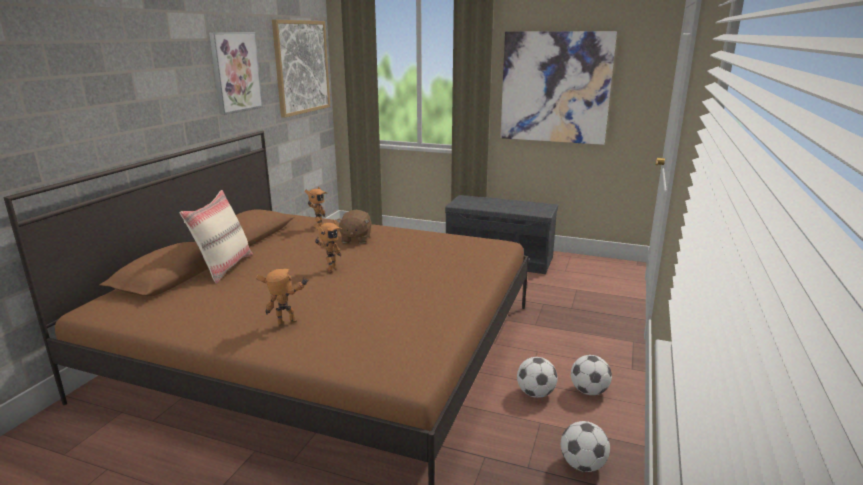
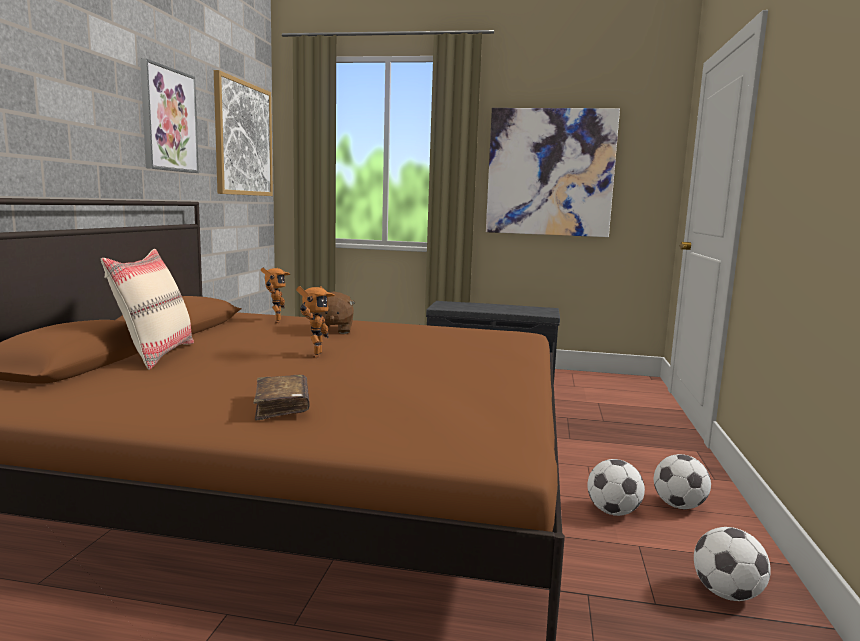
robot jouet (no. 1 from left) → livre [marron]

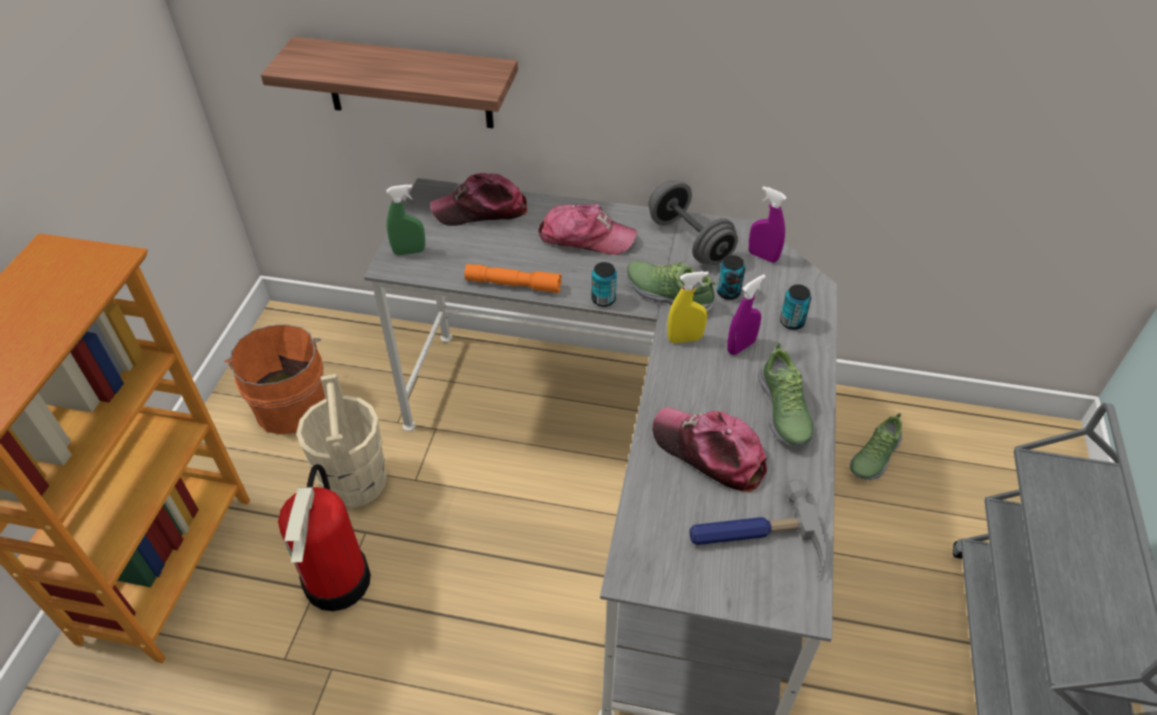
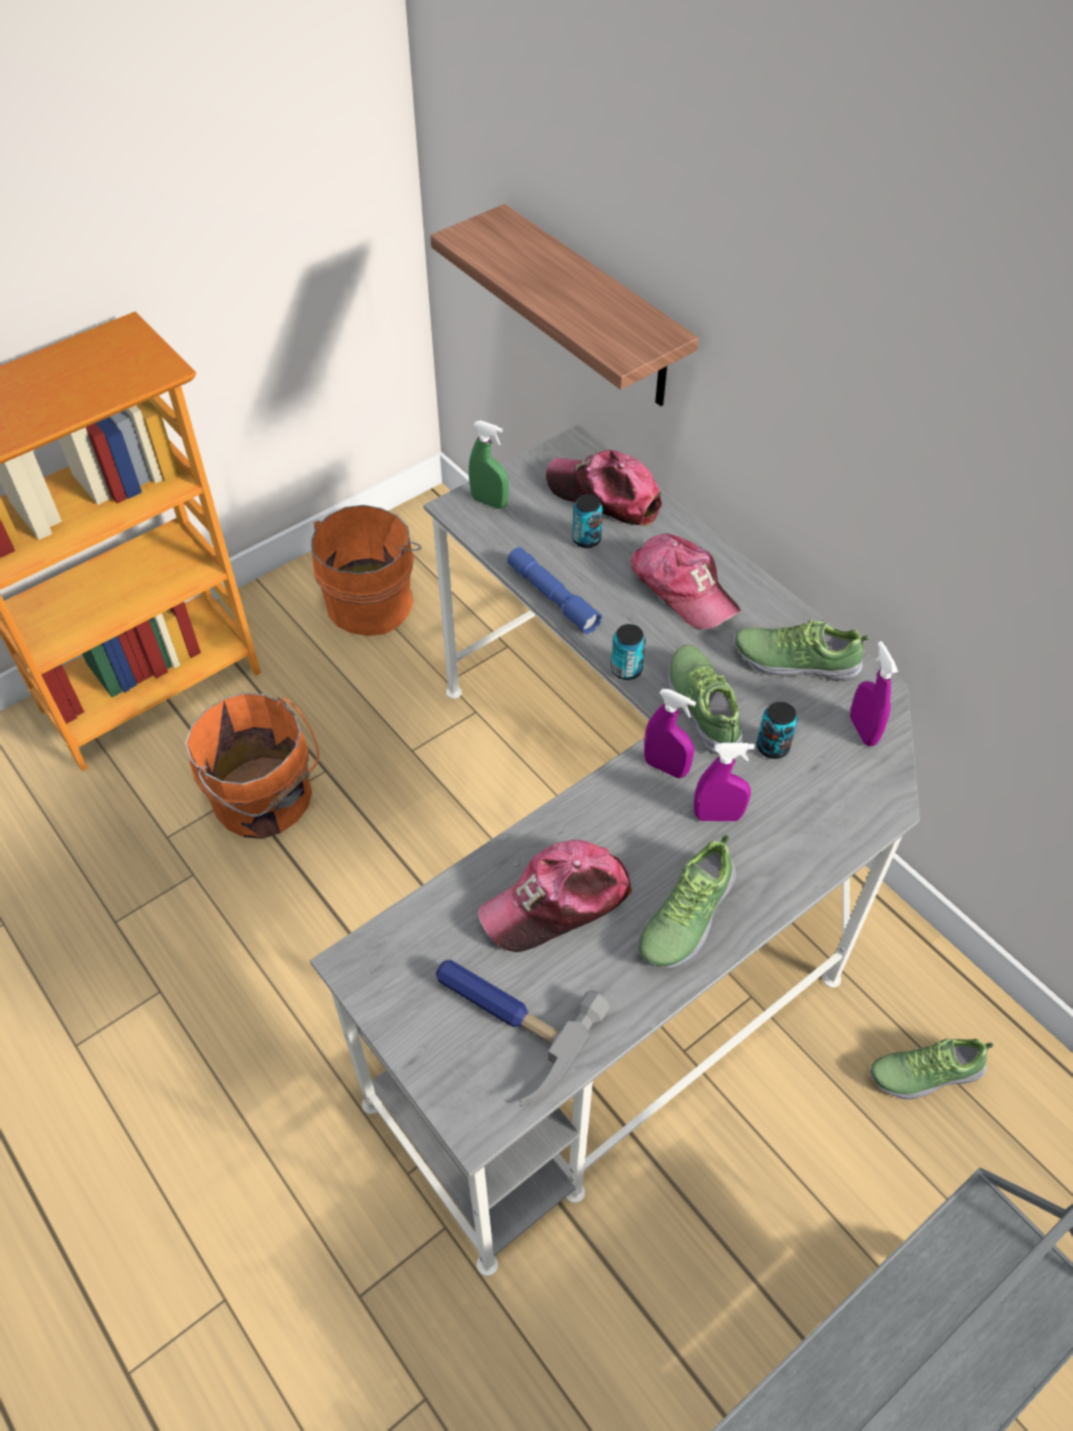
seau [beige] → -
boîte métallique (no. 3 from left in the first image) → boîte métallique (no. 1 from left), relocated
extincteur → seau [orange] (no. 1 from left)
haltère [gris] → chaussure (no. 3 from left)
lampe de poche [orange] → lampe de poche [bleu]
vaporisateur [jaune] → vaporisateur [violet] (no. 1 from left)
casquette (no. 3 from left in the first image) → casquette (no. 1 from left), 105 degrees counterclockwise

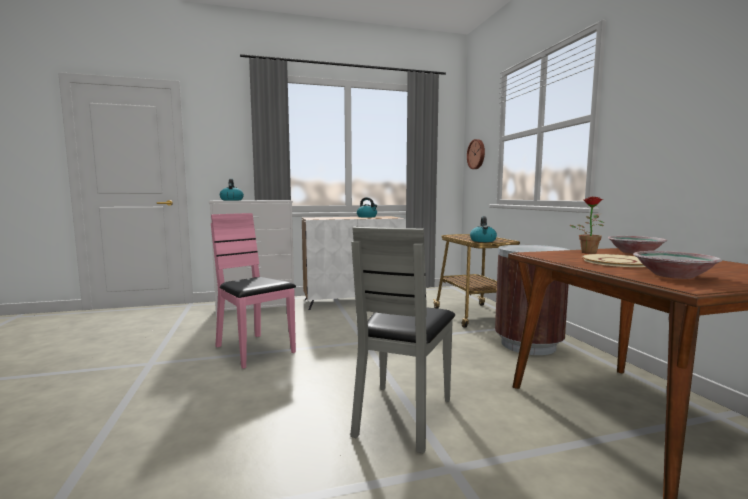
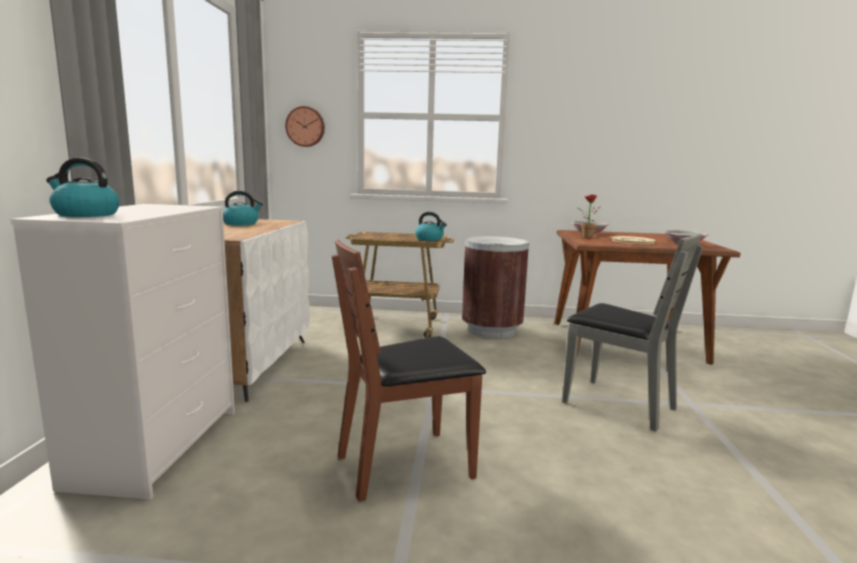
chaise [rose] → chaise [marron]

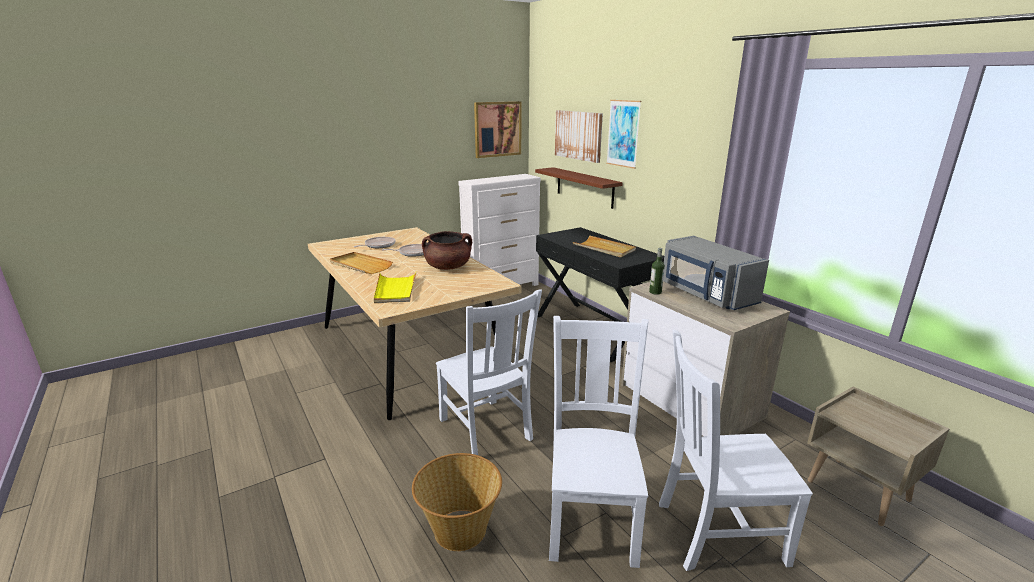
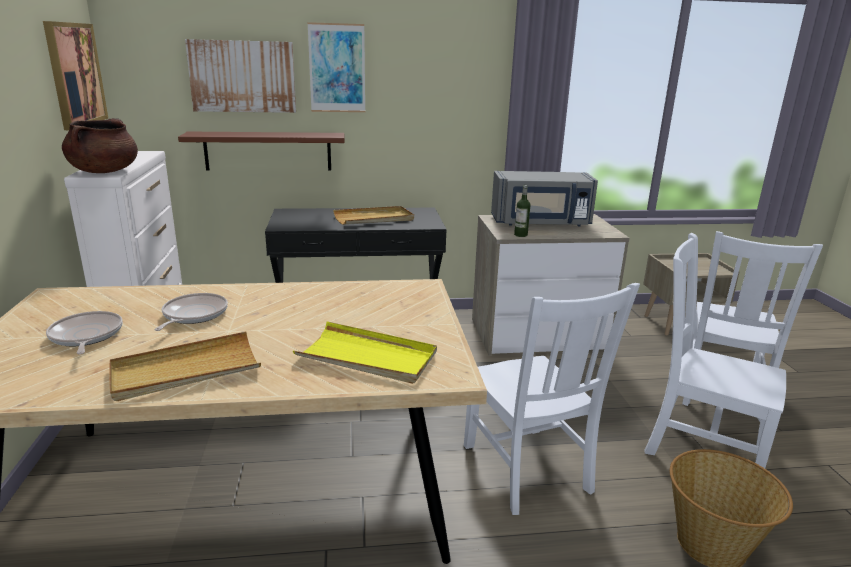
marmite [marron], relocated
chaise [blanc] (no. 1 from left), 75 degrees clockwise

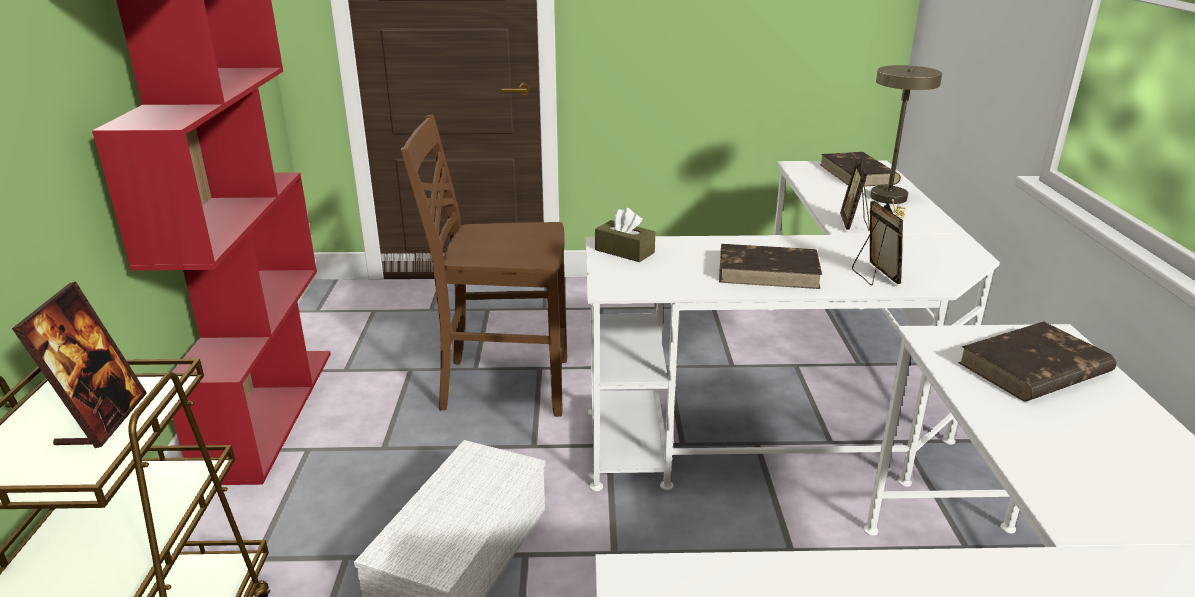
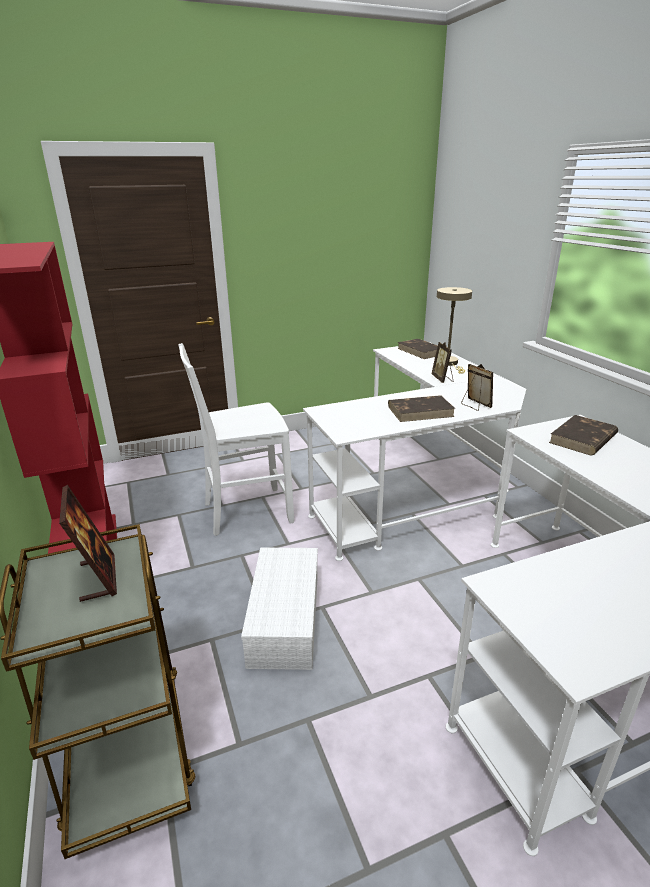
boîte à mouchoirs [marron] → -
chaise [marron] → chaise [blanc]

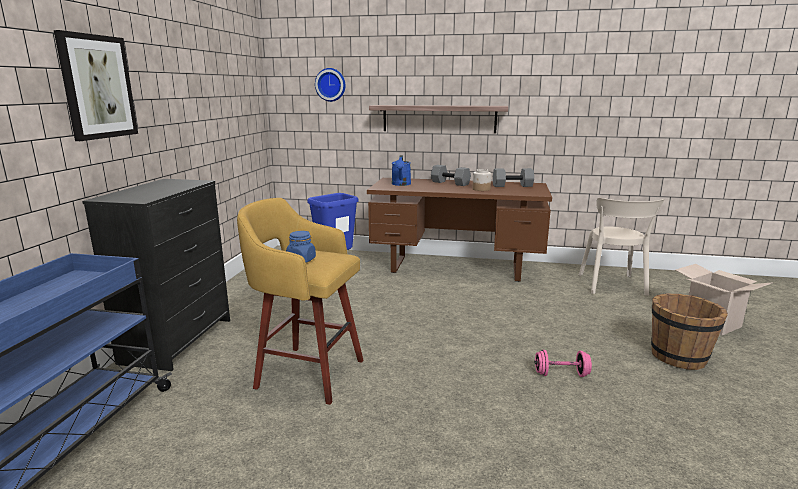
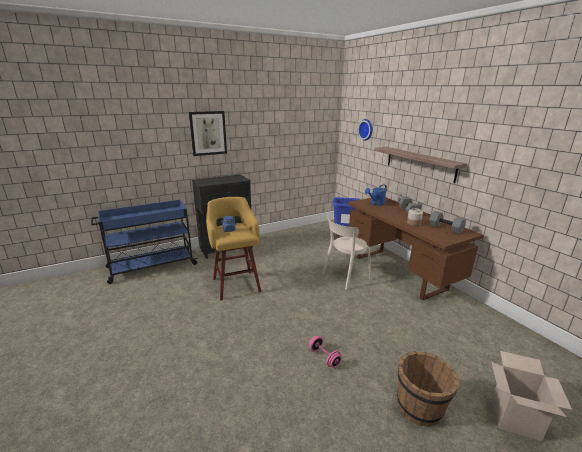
chaise [beige], relocated

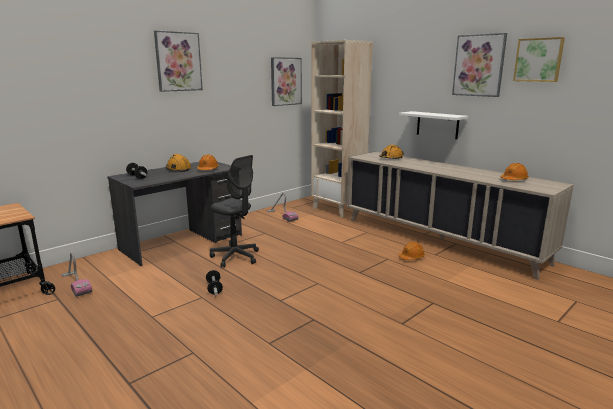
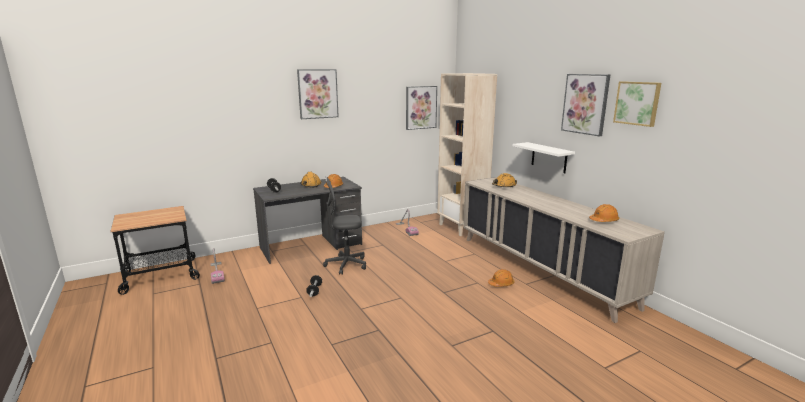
chaise de bureau [gris], 120 degrees clockwise

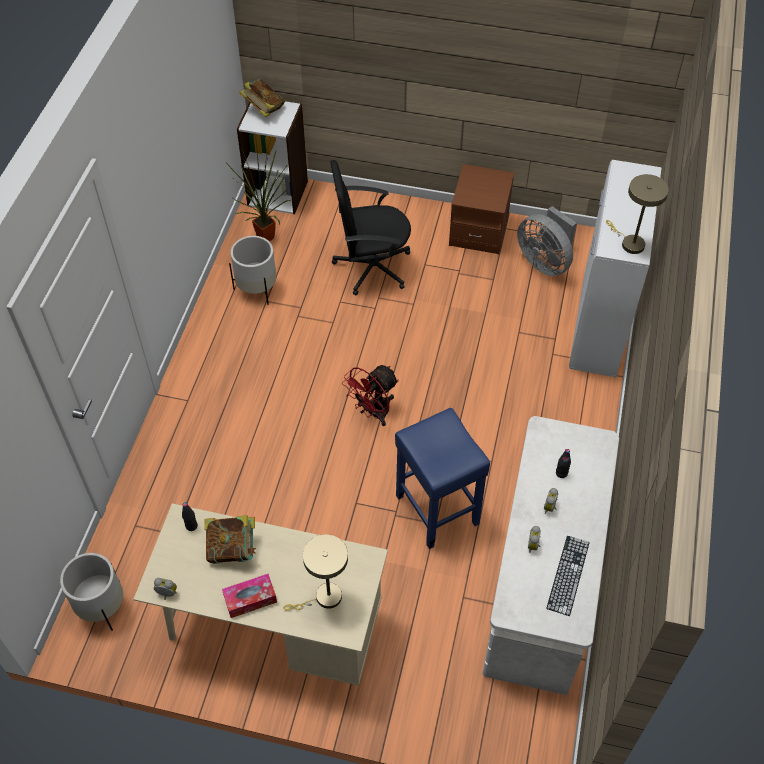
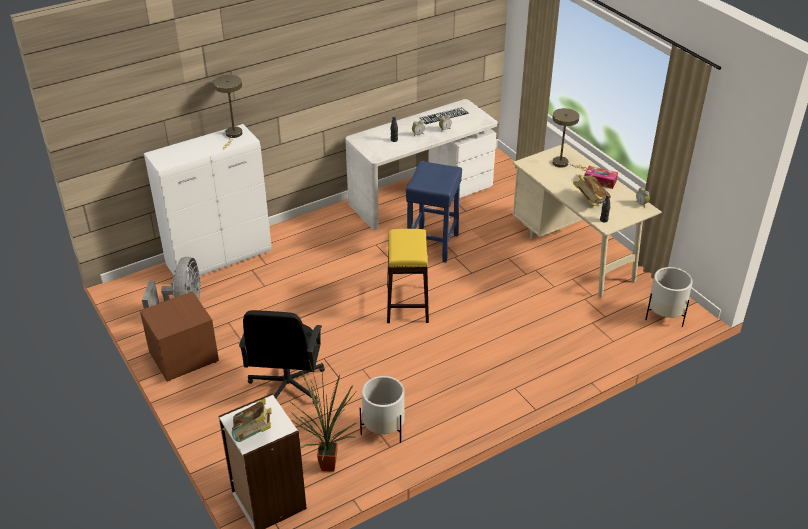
ventilateur [rouge] → tabouret [jaune]
chaise de bureau [noir], 60 degrees clockwise

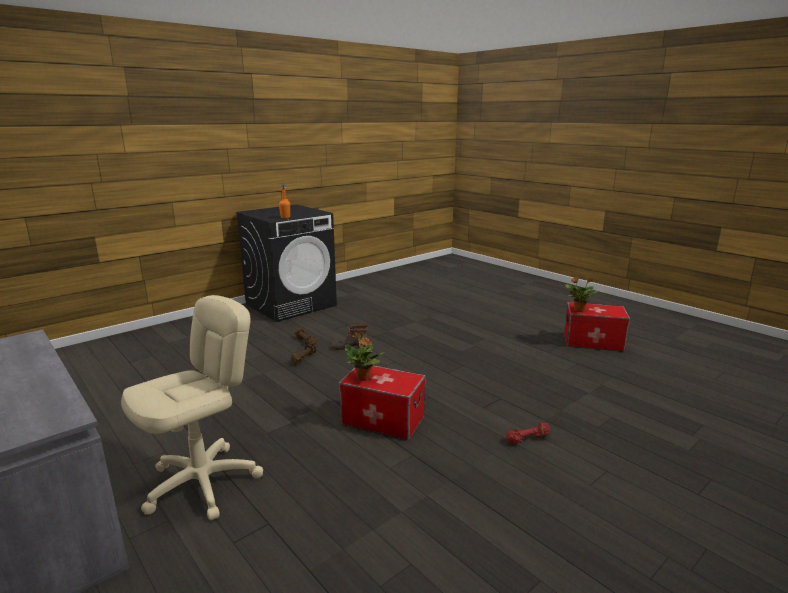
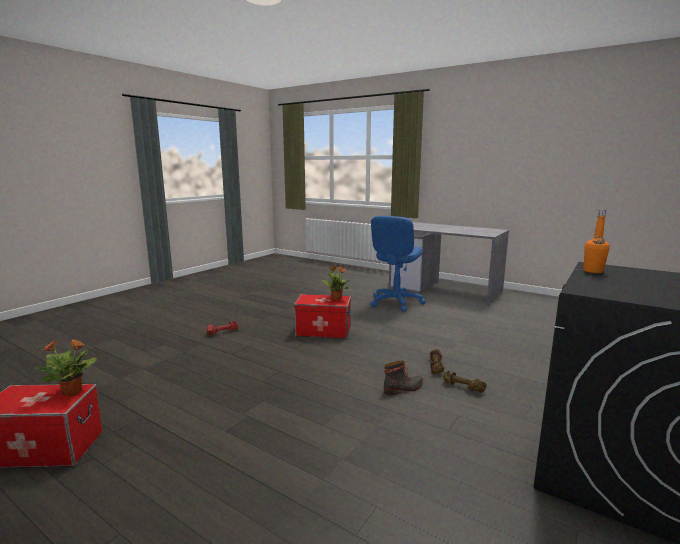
chaise de bureau [beige] → chaise de bureau [bleu]

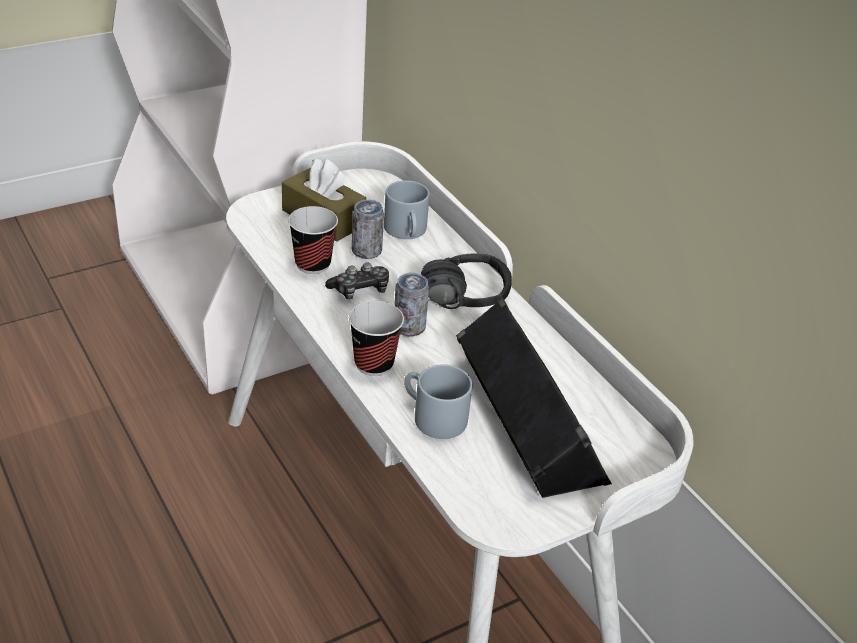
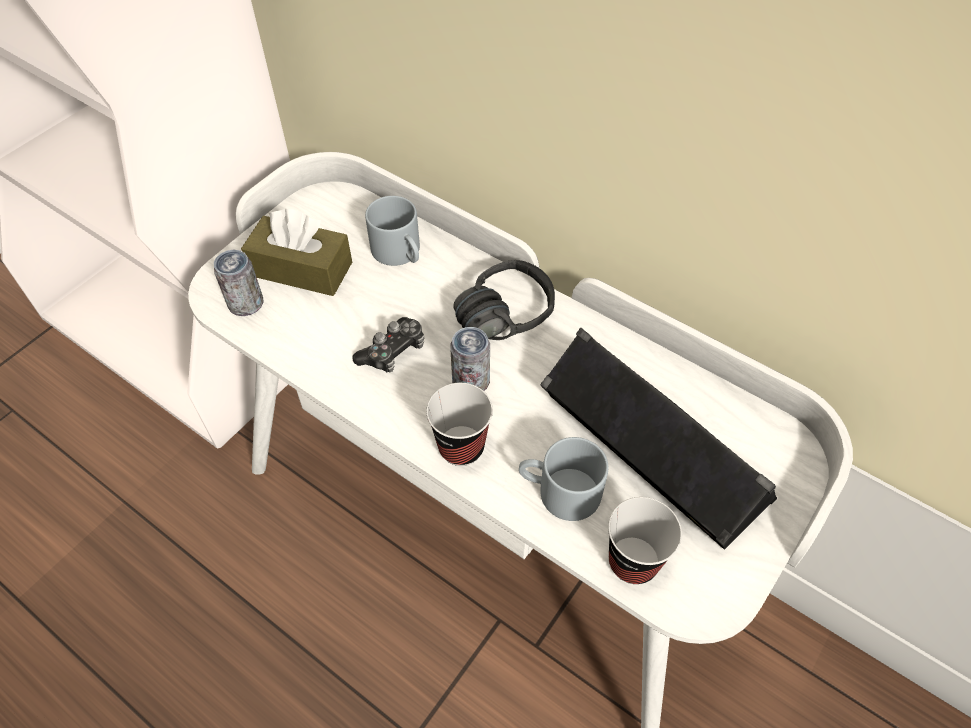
tasse (no. 1 from left in the first image) → tasse (no. 2 from left), relocated
boîte métallique (no. 1 from left), relocated

